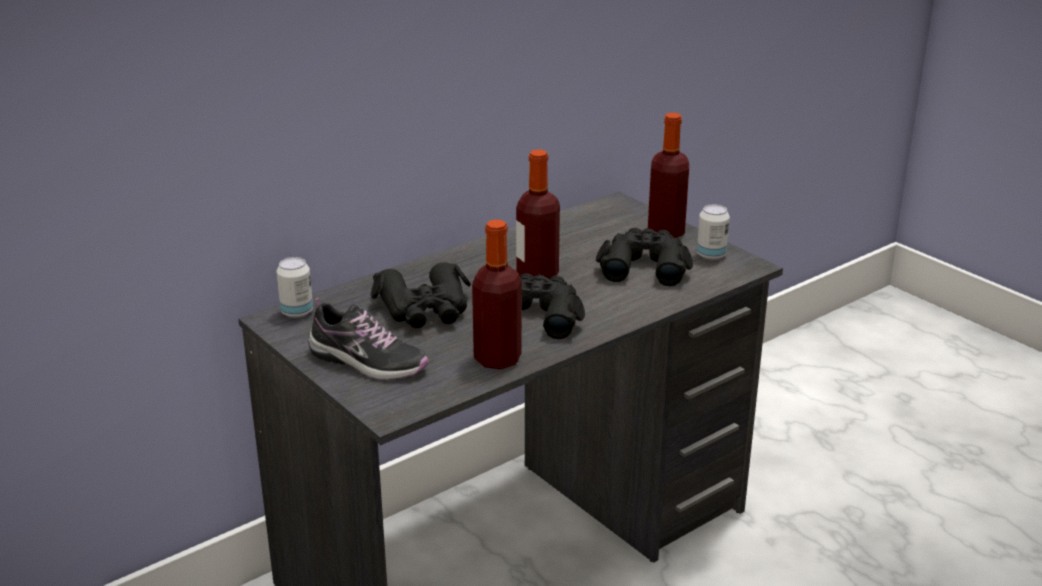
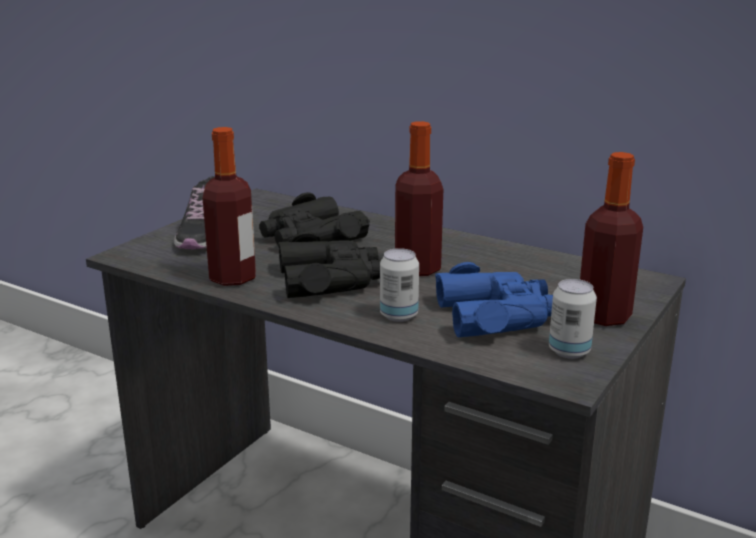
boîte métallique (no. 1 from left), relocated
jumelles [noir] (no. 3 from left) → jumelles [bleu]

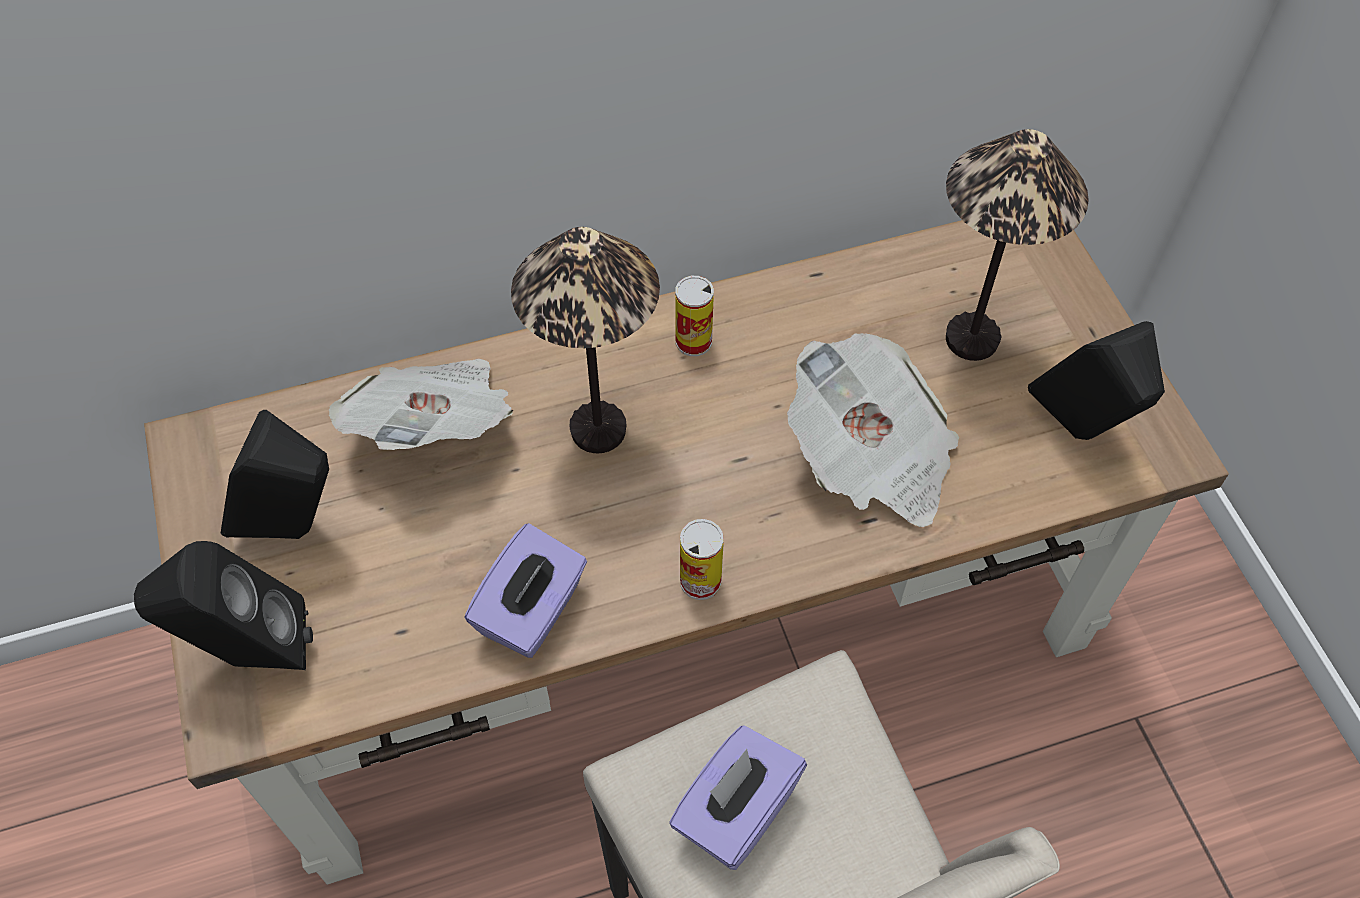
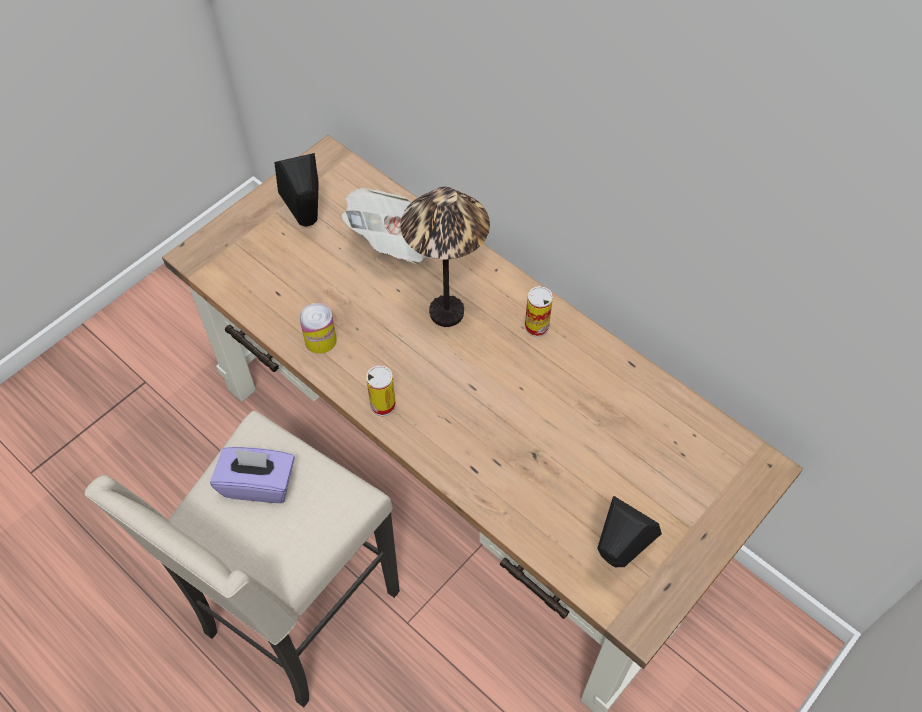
enceinte [noir] (no. 1 from left) → -
journal (no. 2 from left) → -
lampe de table (no. 2 from left) → -
boîte à mouchoirs [violet] (no. 1 from left) → boîte métallique (no. 1 from left)

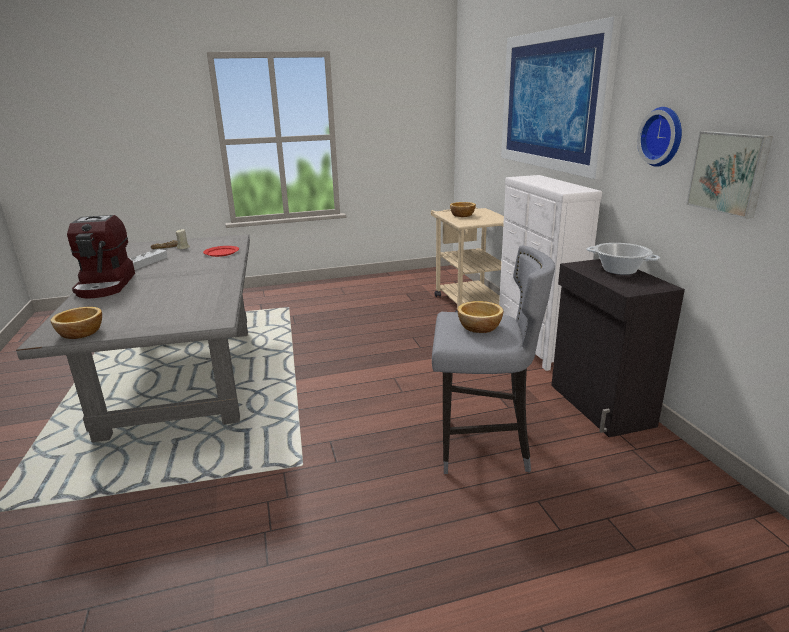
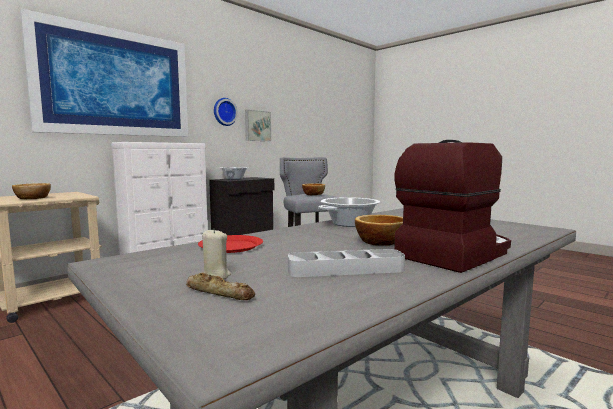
- → marmite (no. 2 from left)
bol (no. 1 from left in the first image) → bol (no. 3 from left), relocated

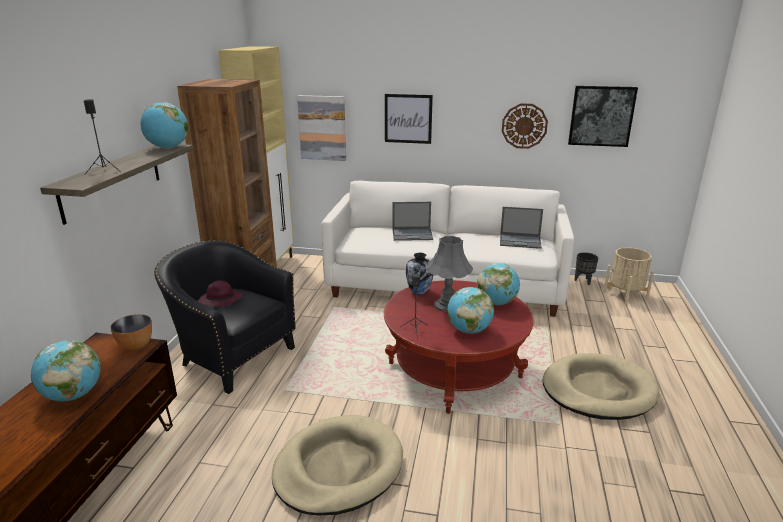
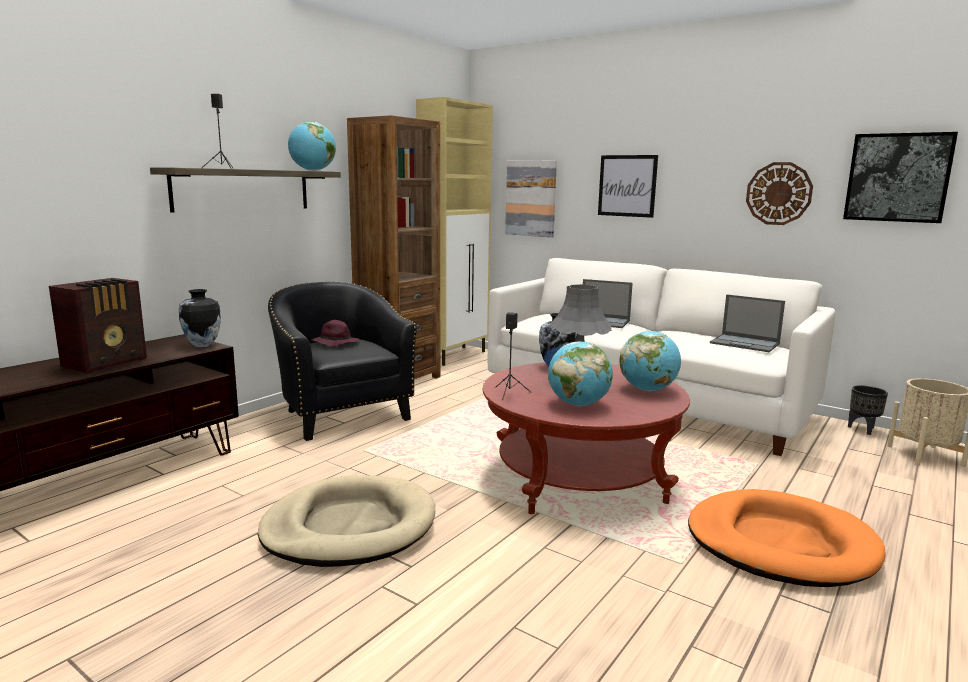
globe (no. 1 from left) → radio
bol → vase (no. 1 from left)
panier pour chien [beige] (no. 2 from left) → panier pour chien [orange]

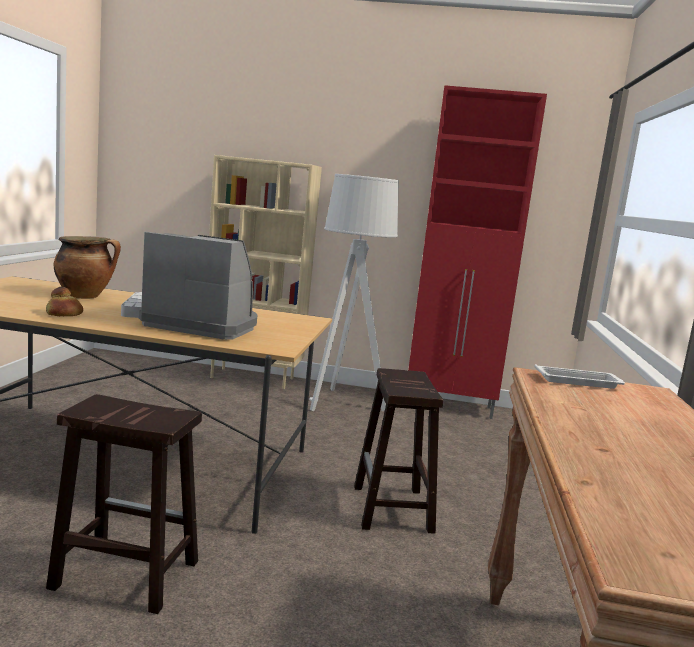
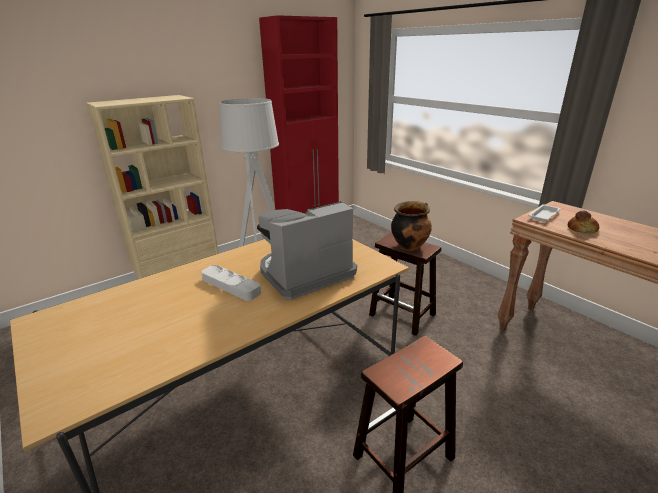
pain, relocated
marmite, relocated

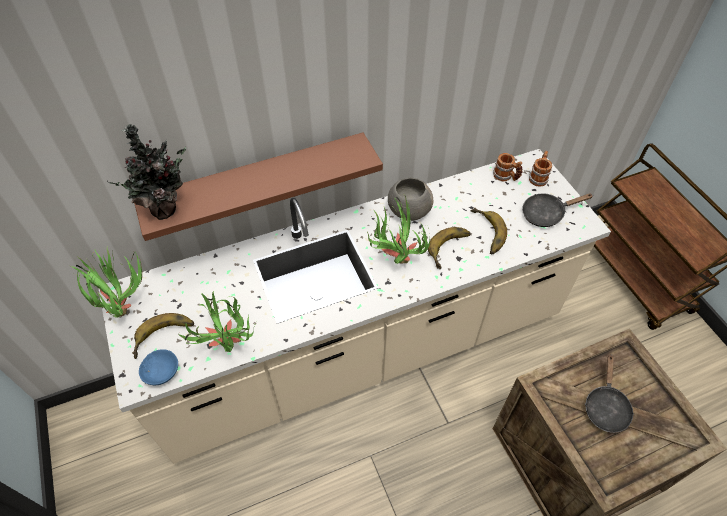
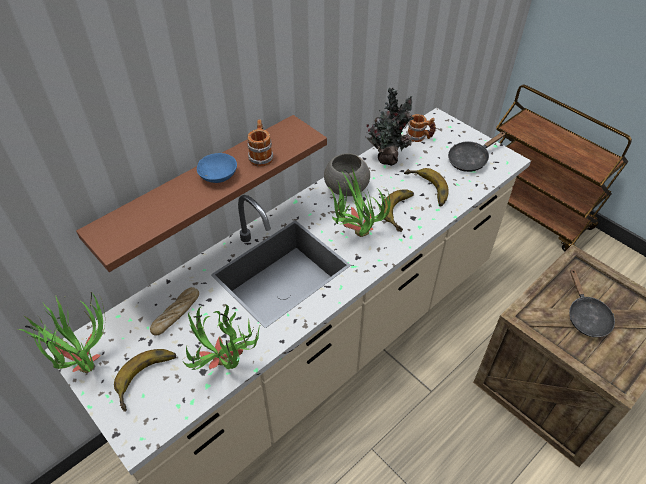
- → pain
plante en pot (no. 2 from left in the first image) → plante en pot (no. 4 from left), relocated
bol [bleu], relocated
mug (no. 2 from left in the first image) → mug (no. 1 from left), relocated

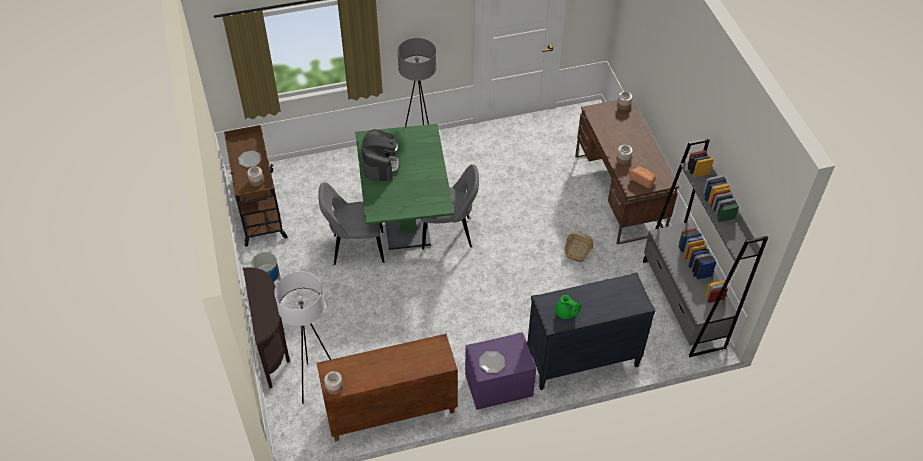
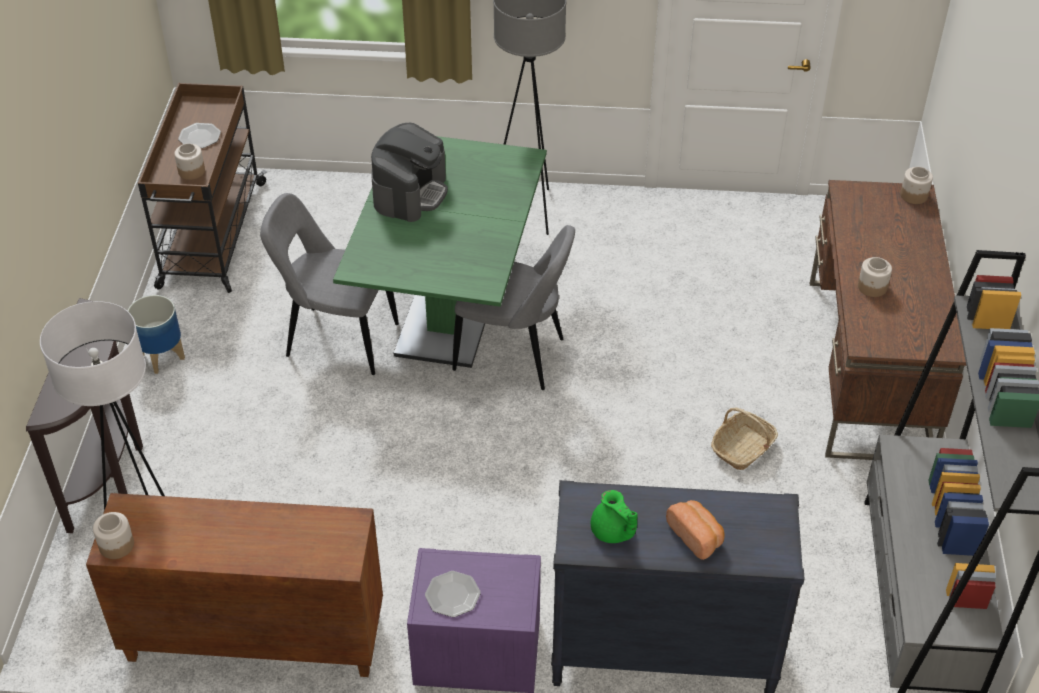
pain, relocated

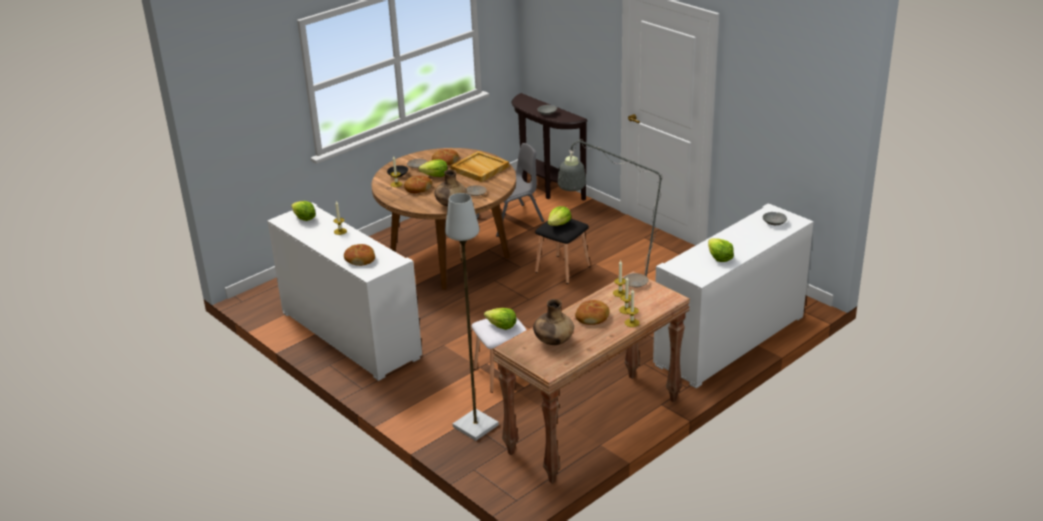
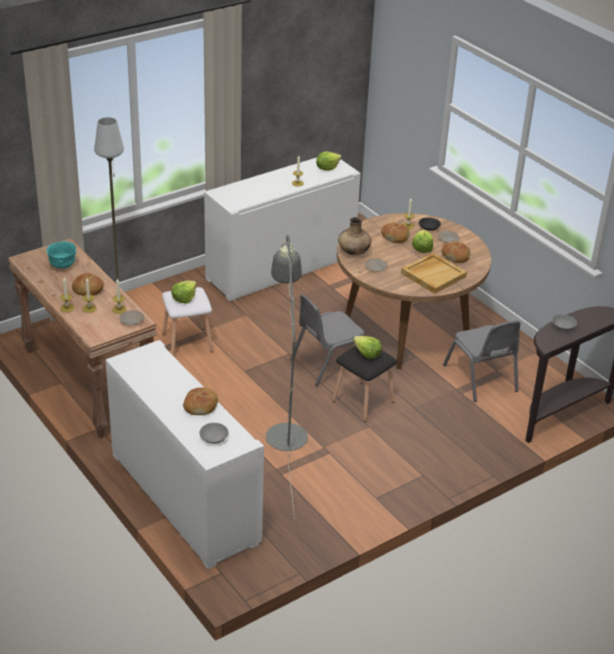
laitue (no. 5 from left) → -
- → chaise [gris] (no. 1 from left)
pain (no. 1 from left in the first image) → pain (no. 2 from left), relocated
vase [marron] (no. 2 from left) → bol [turquoise]

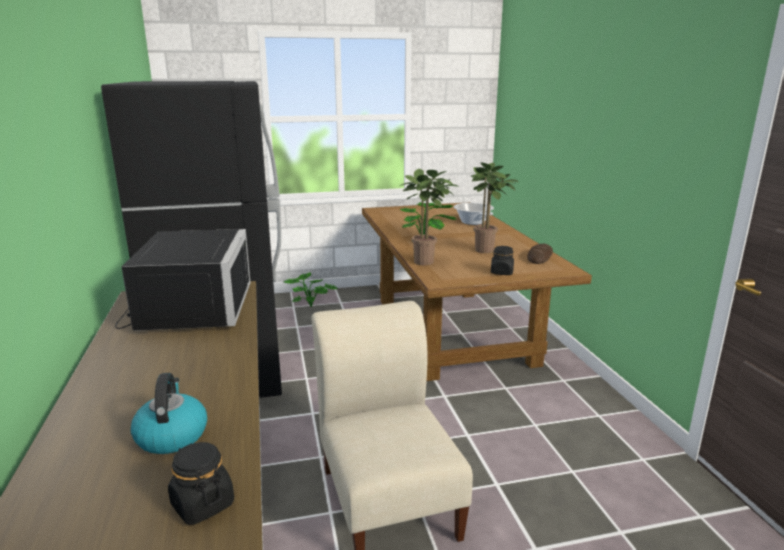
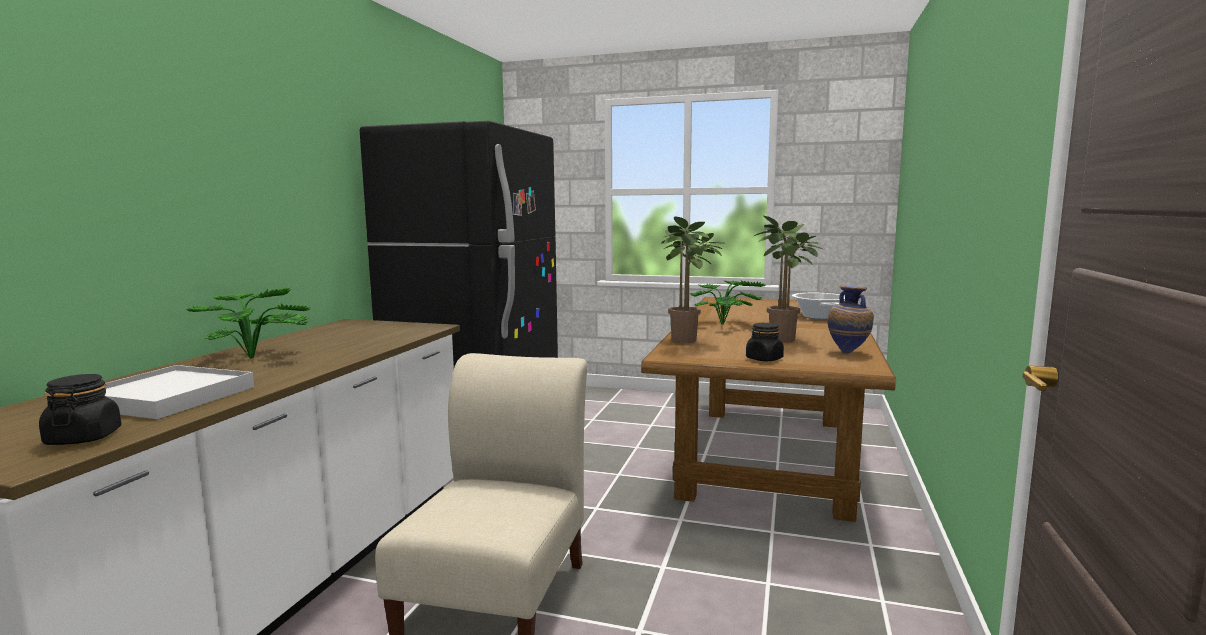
micro-ondes [noir] → -
plante en pot (no. 1 from left), relocated
bouilloire → plateau [blanc]
pain → vase

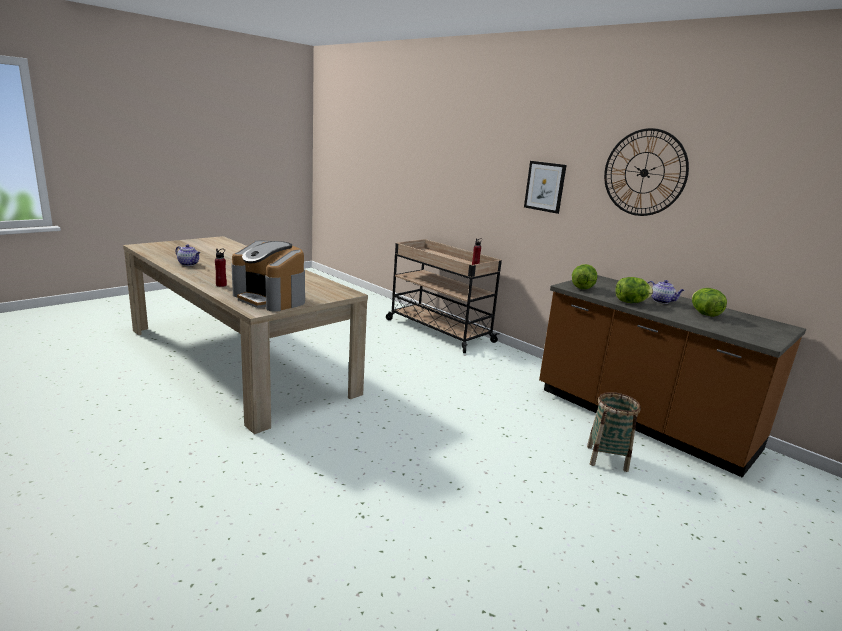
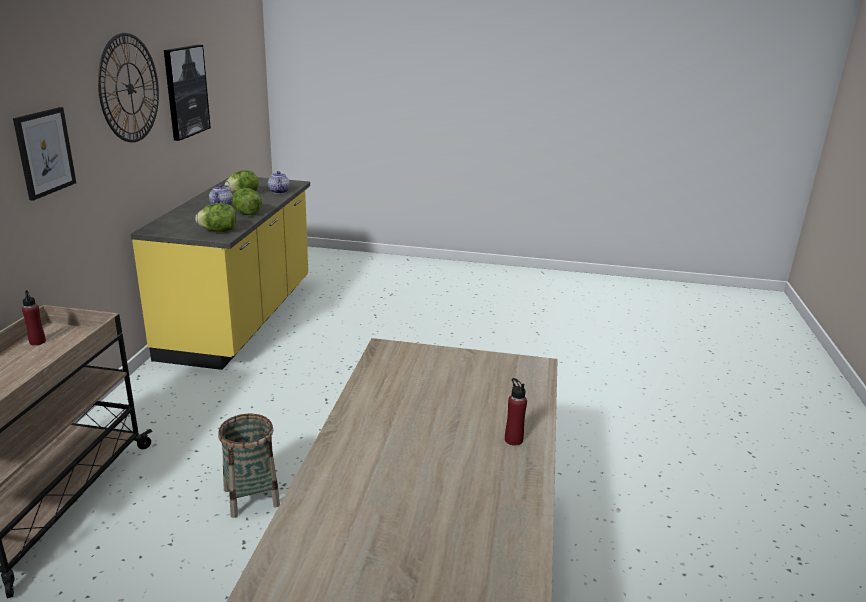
machine à café → -
- → tableau (no. 2 from left)
théière (no. 1 from left in the first image) → théière (no. 2 from left), relocated
panier, relocated
comptoir de cuisine [marron] → comptoir de cuisine [jaune]

